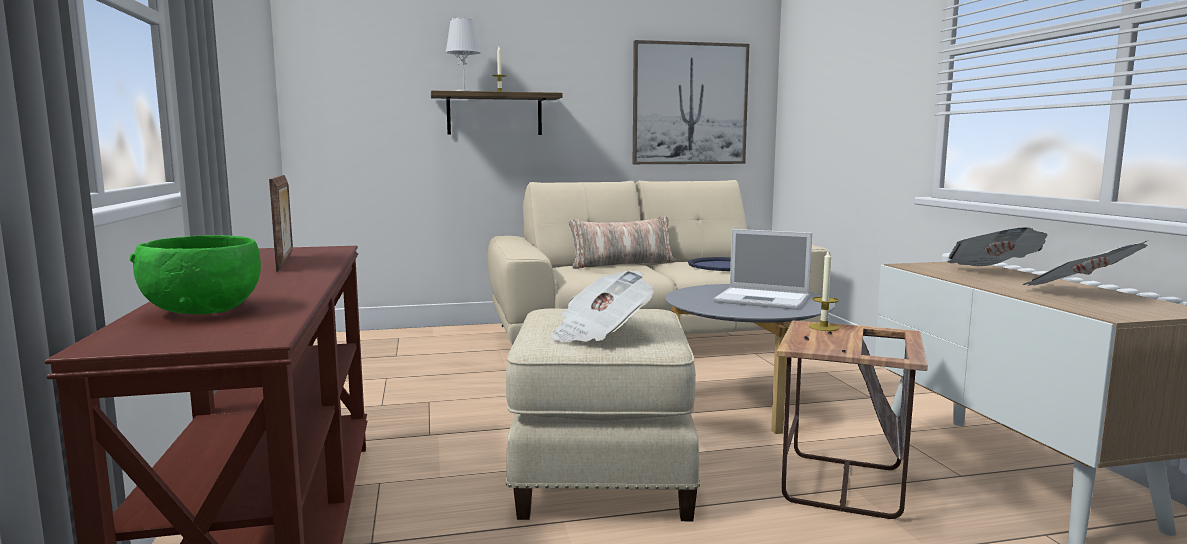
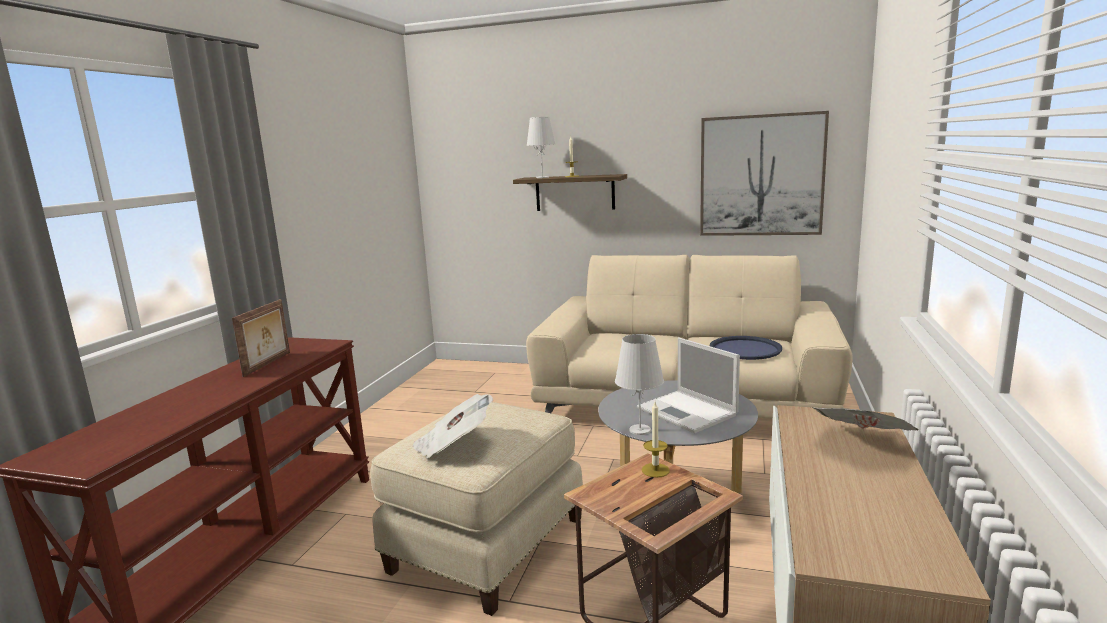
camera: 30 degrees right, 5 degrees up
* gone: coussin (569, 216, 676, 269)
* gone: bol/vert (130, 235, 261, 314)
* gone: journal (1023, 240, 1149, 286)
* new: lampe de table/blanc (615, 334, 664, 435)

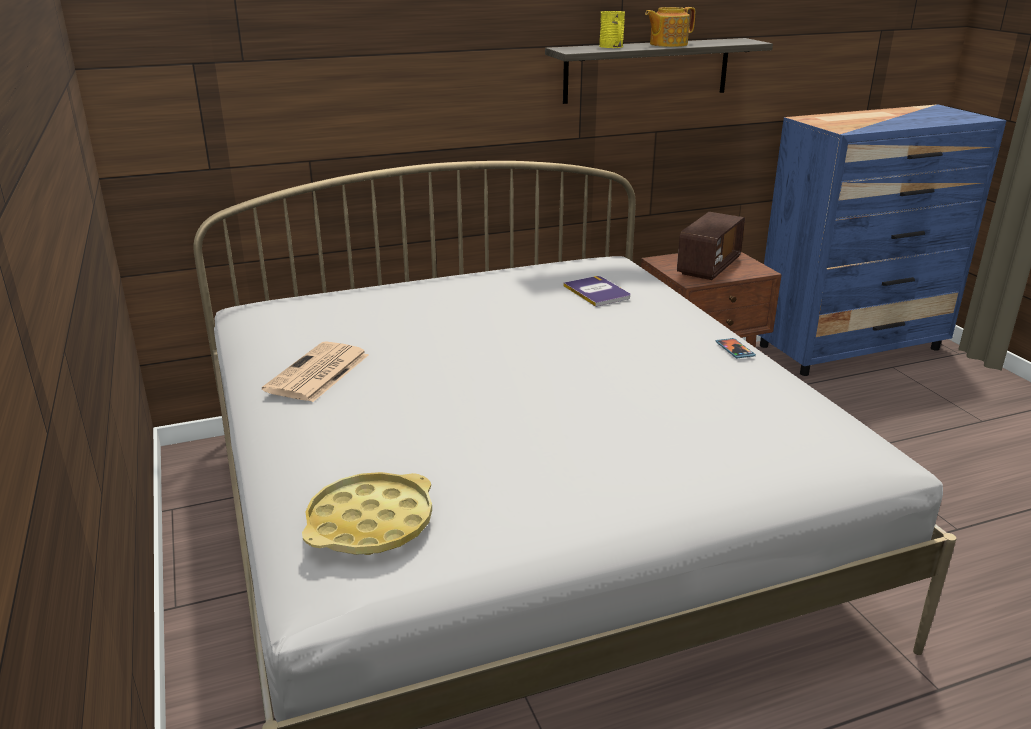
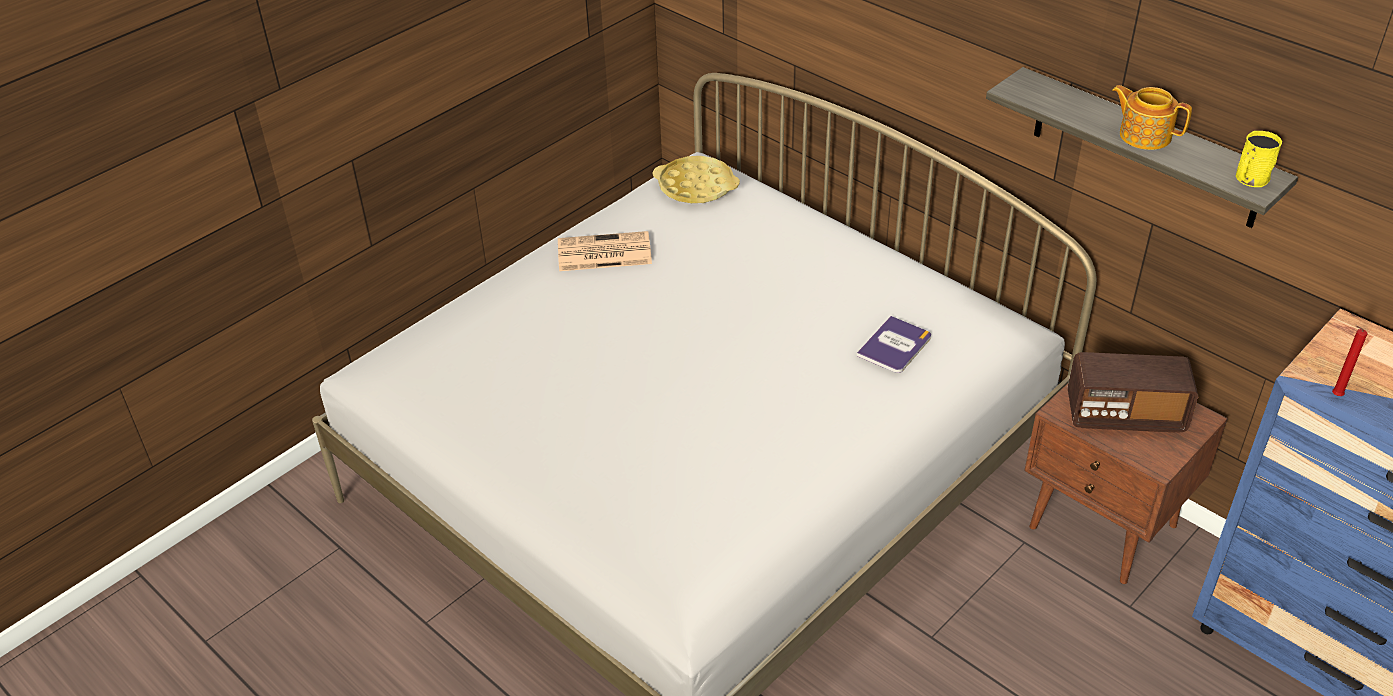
camera: 65 degrees right, 15 degrees up
* shifted: mug/jaune (599, 11, 625, 48) to (1236, 131, 1282, 187)
* gone: téléphone (716, 338, 756, 358)
* shifted: plateau/jaune (302, 472, 432, 555) to (653, 156, 740, 203)
* new: bougie/rouge (1332, 326, 1368, 396)

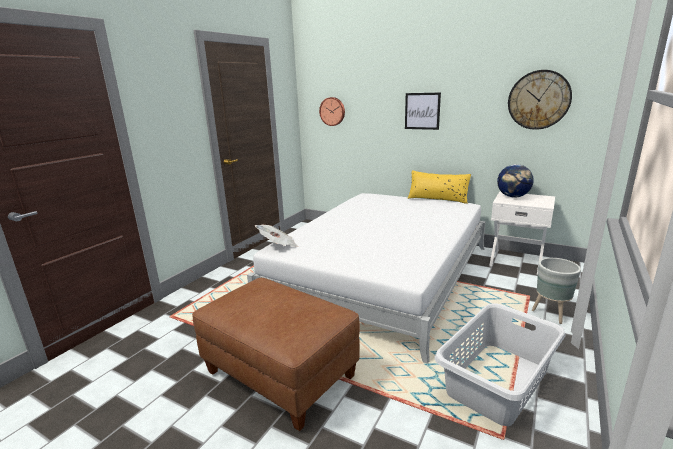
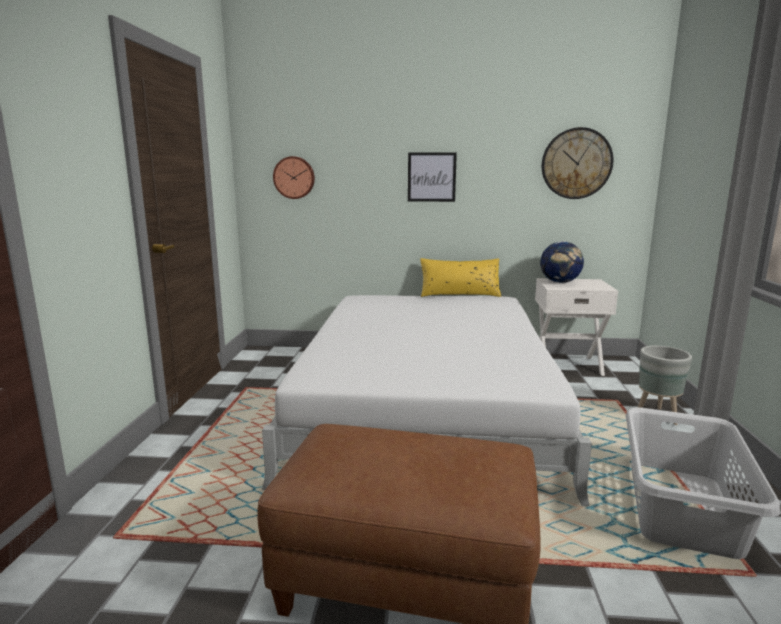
camera: 25 degrees left, 5 degrees down
* gone: journal (255, 225, 298, 247)

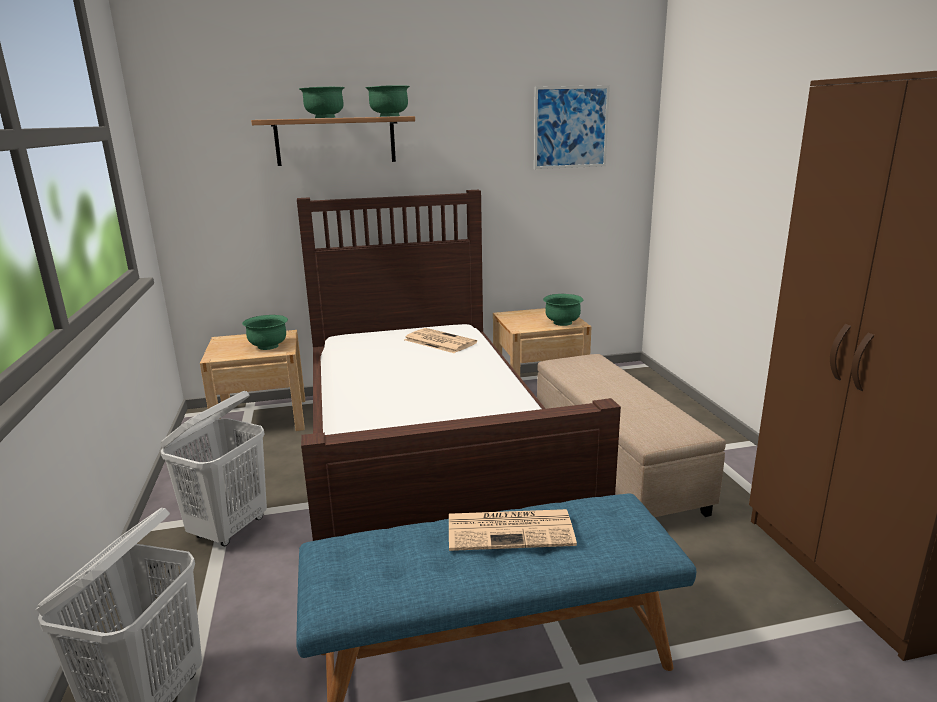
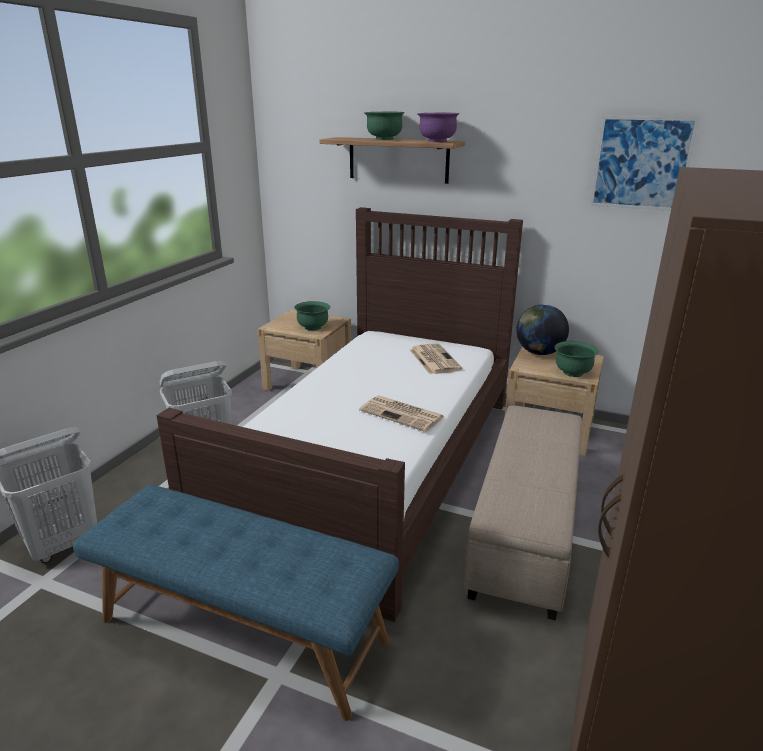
camera: 35 degrees right, 5 degrees up
* repainted: bol/vert (365, 85, 410, 117) to bol/violet (417, 112, 460, 142)
* shifted: journal (449, 509, 577, 551) to (359, 395, 445, 432)
* new: globe (516, 304, 569, 355)

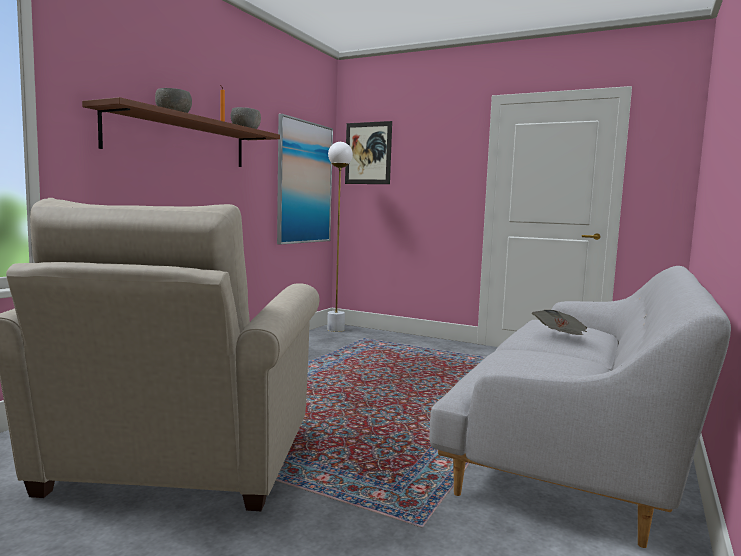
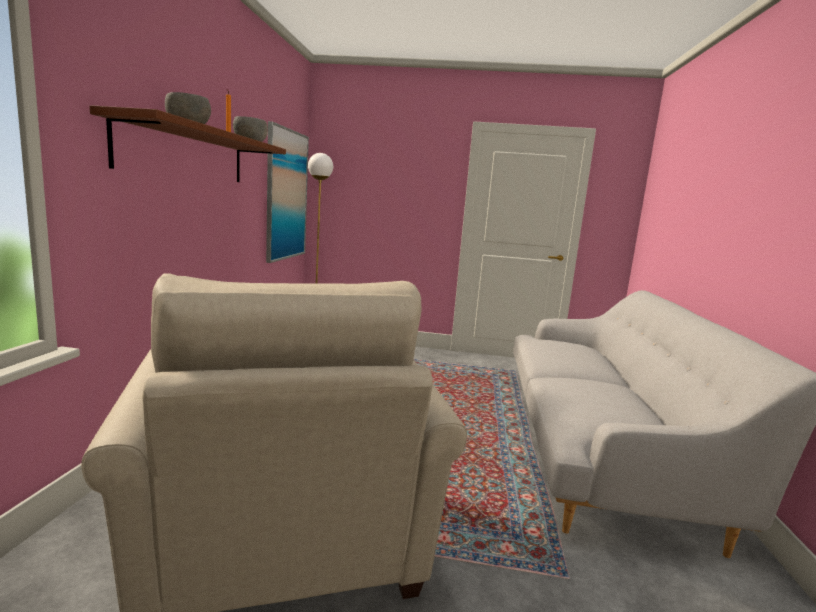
camera: 20 degrees left, 5 degrees up
* gone: tableau (345, 121, 392, 184)
* gone: journal (532, 310, 588, 335)

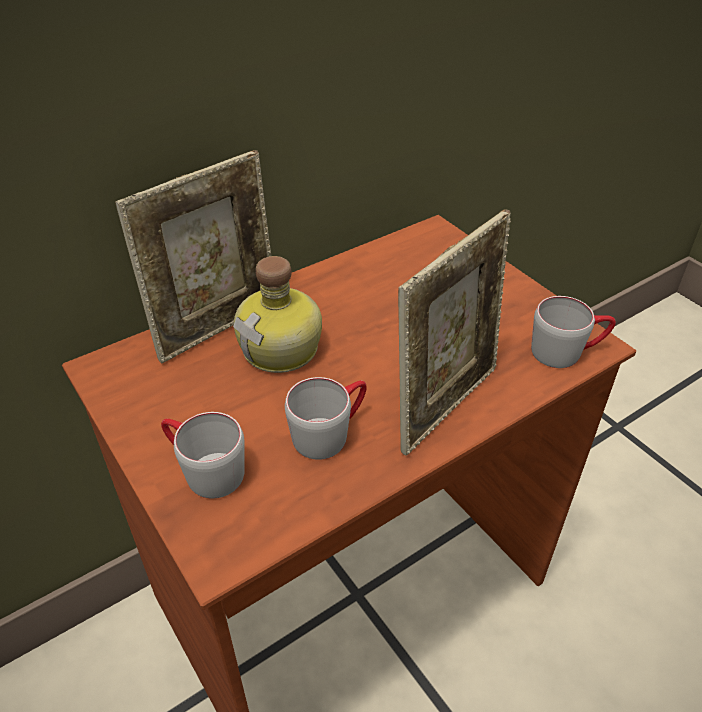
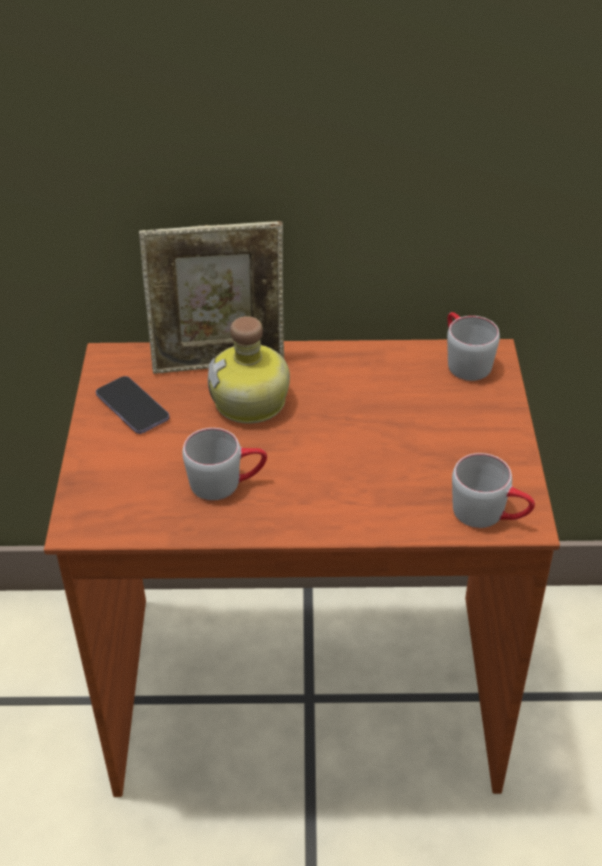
camera: 35 degrees right, 0 degrees up
* gone: cadre photo (398, 209, 511, 456)
* shifted: mug/gris (161, 412, 245, 498) to (447, 312, 500, 381)
* new: téléphone (96, 376, 169, 434)

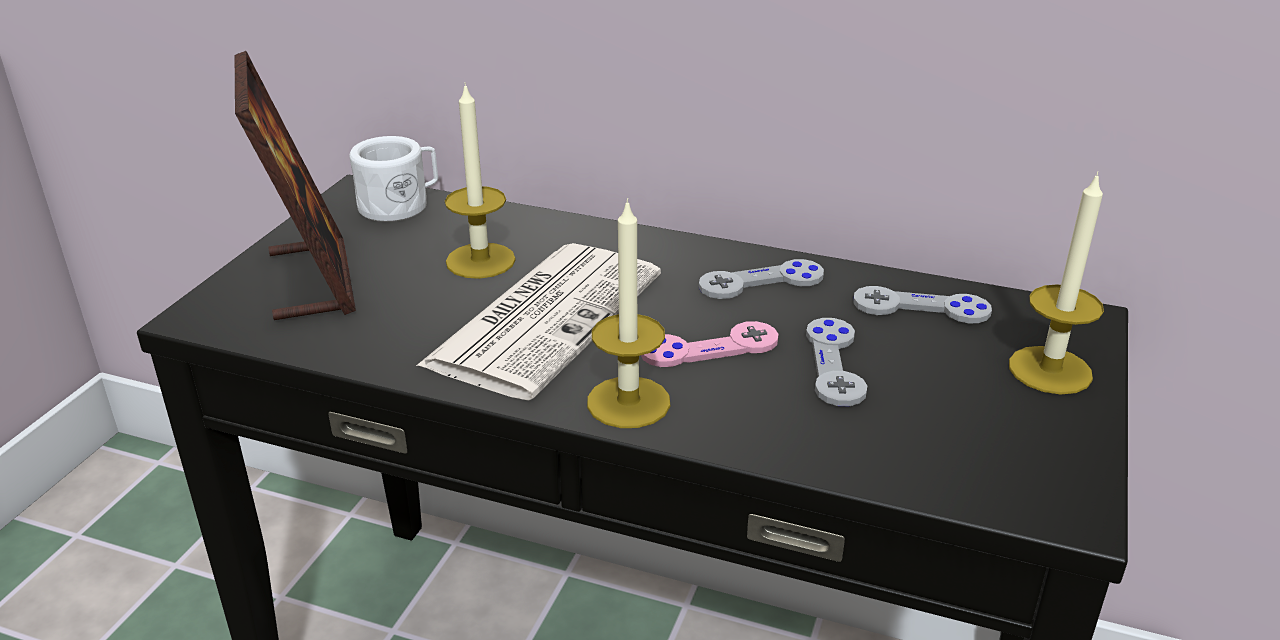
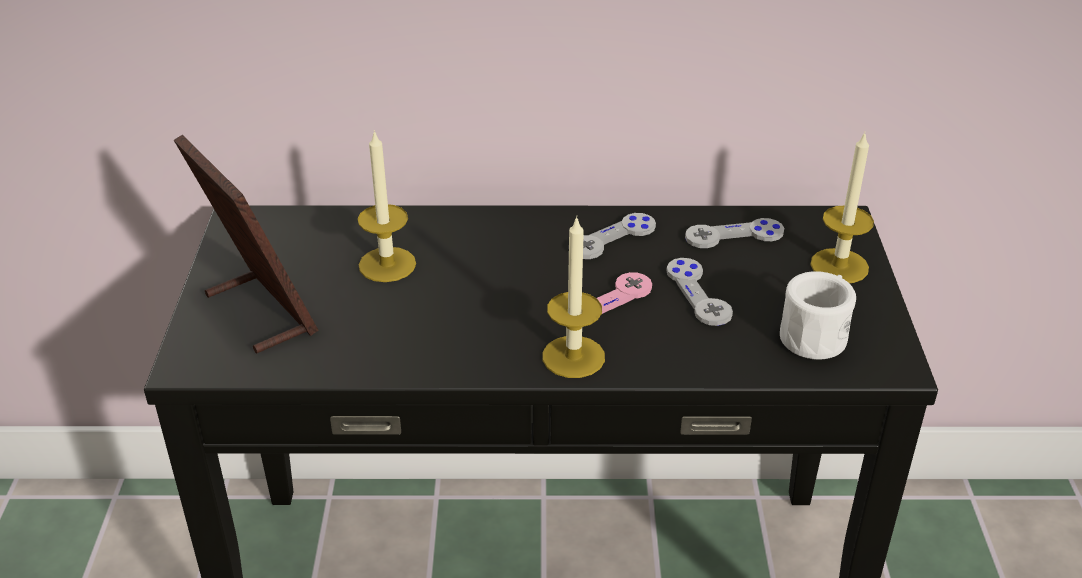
camera: 20 degrees left, 5 degrees up
* shifted: mug/blanc (349, 136, 438, 222) to (780, 271, 856, 360)
* gone: journal (416, 243, 661, 401)

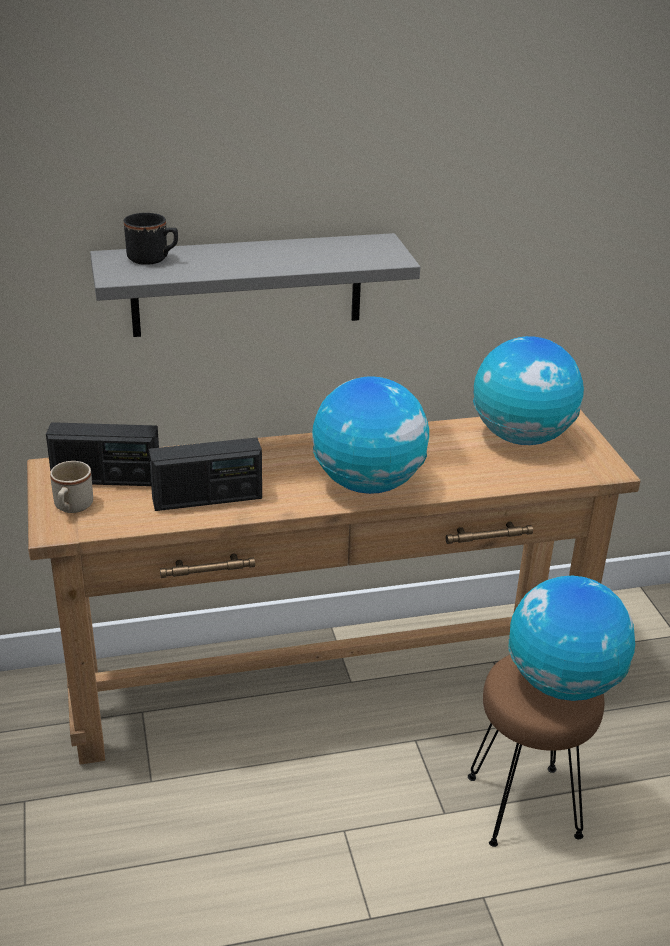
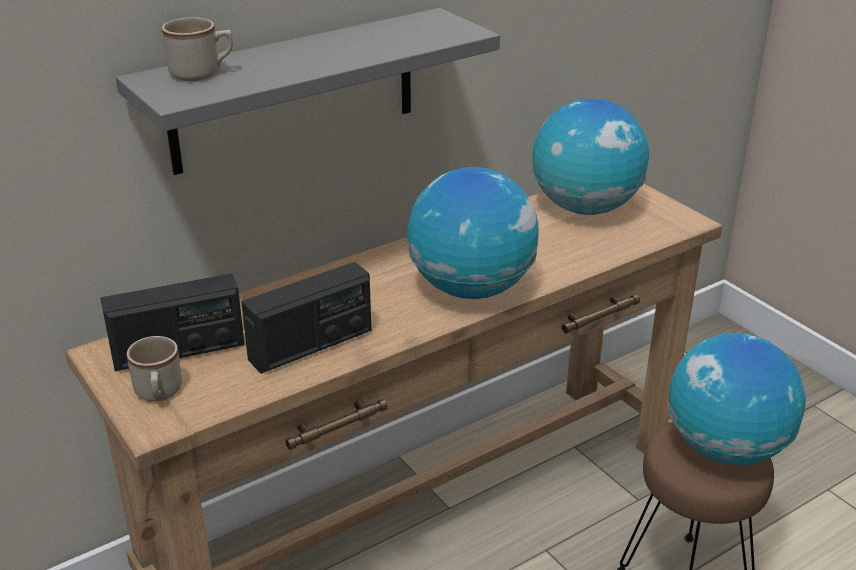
camera: 20 degrees left, 0 degrees up
* repainted: mug/noir (124, 213, 178, 265) to mug/beige (162, 17, 233, 81)

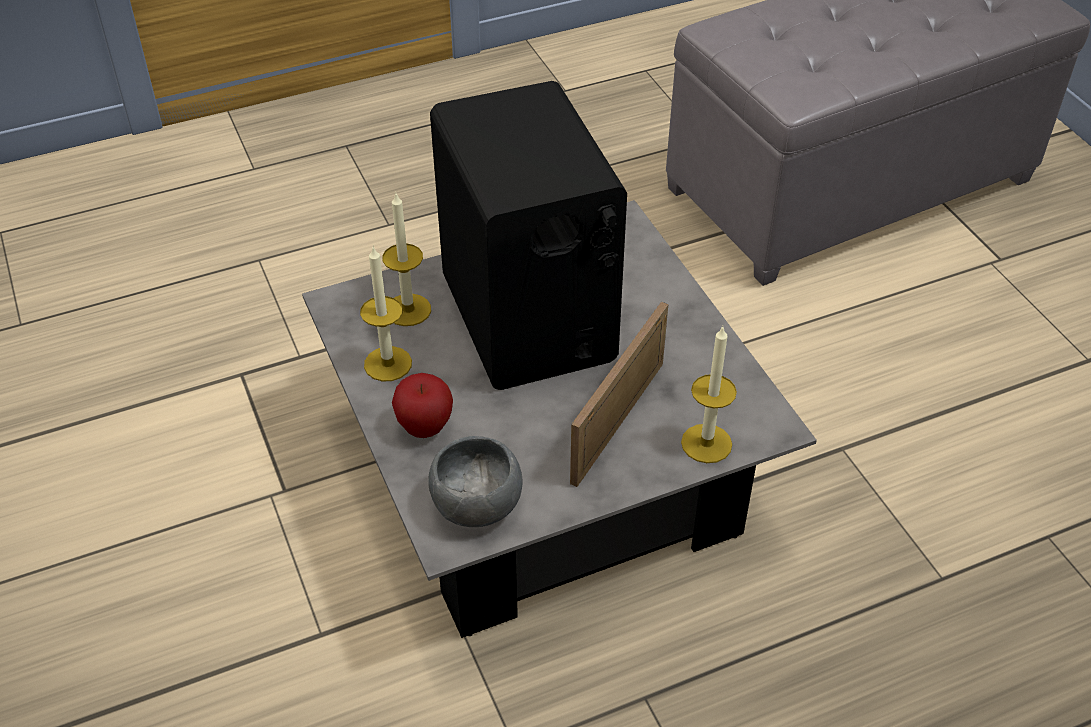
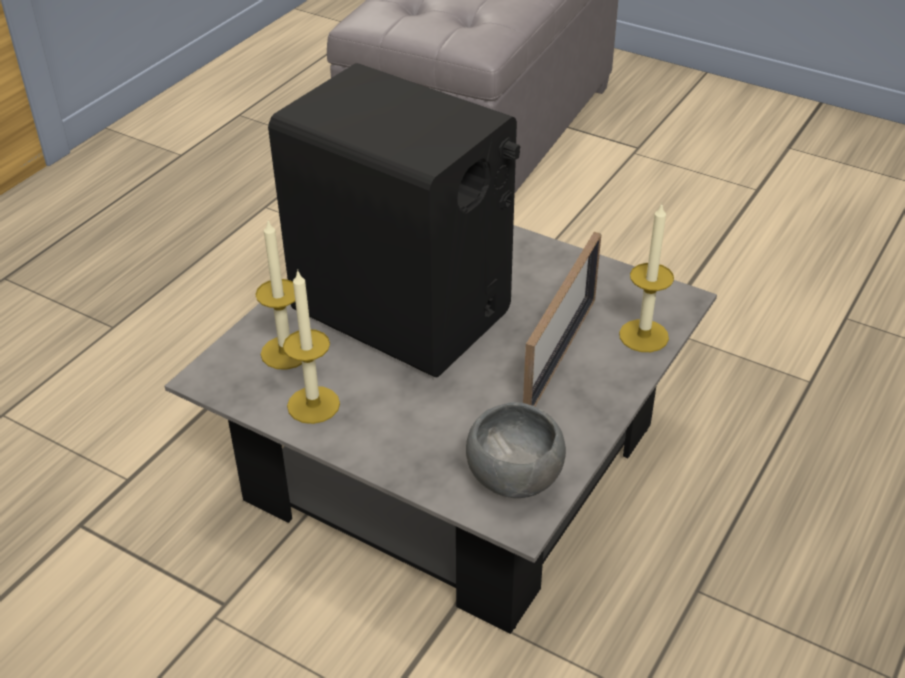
camera: 35 degrees left, 5 degrees down
* rotated: cadre photo (570, 302, 668, 487) = (523, 232, 601, 406) 150 degrees counterclockwise
* gone: pomme (392, 373, 453, 438)

